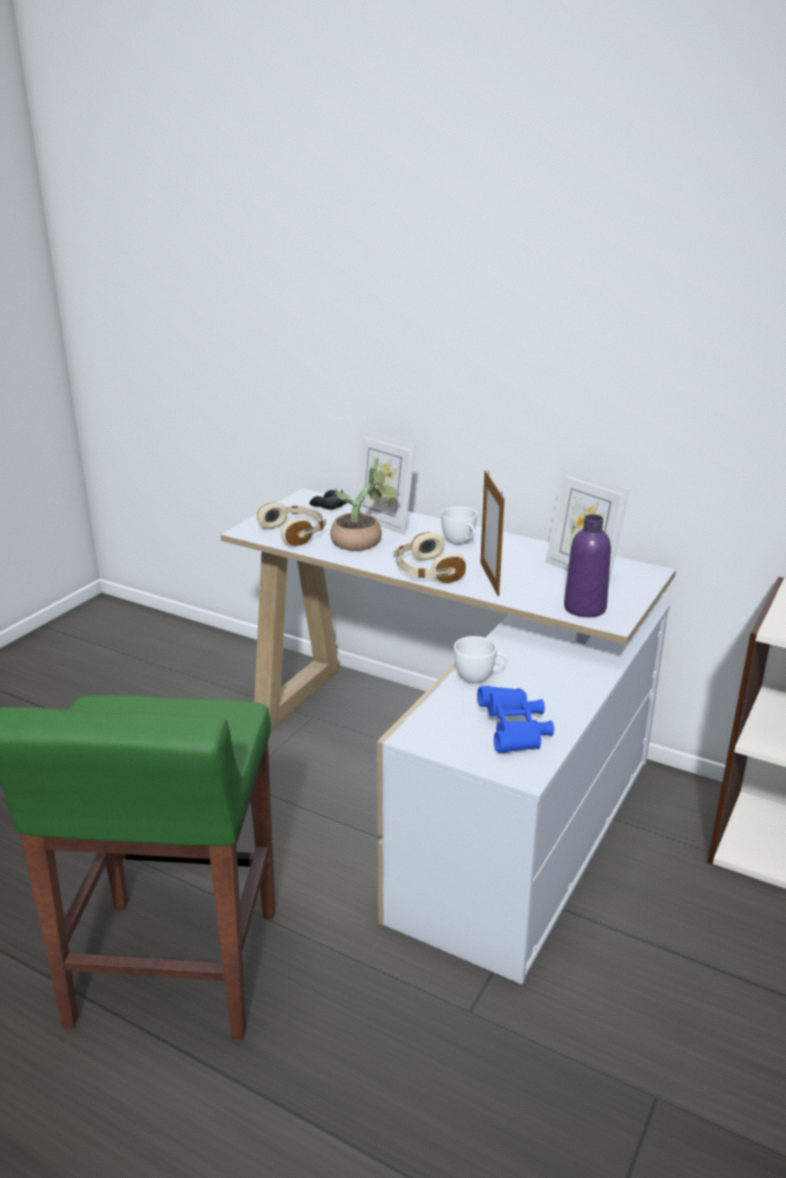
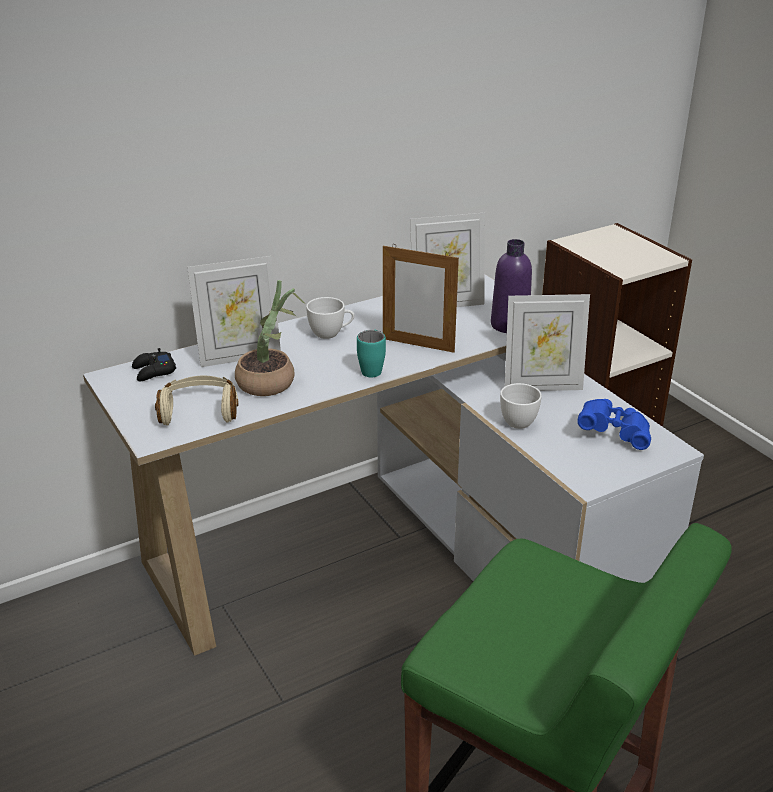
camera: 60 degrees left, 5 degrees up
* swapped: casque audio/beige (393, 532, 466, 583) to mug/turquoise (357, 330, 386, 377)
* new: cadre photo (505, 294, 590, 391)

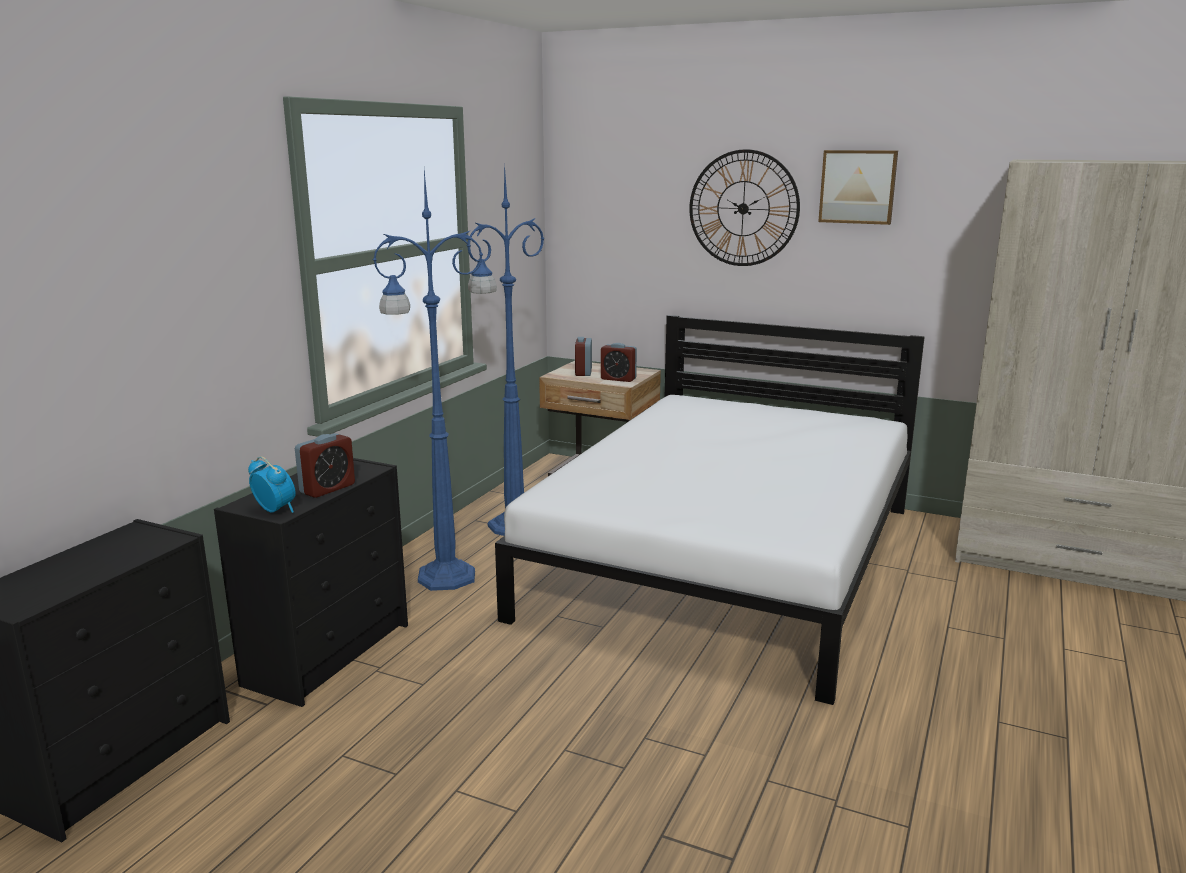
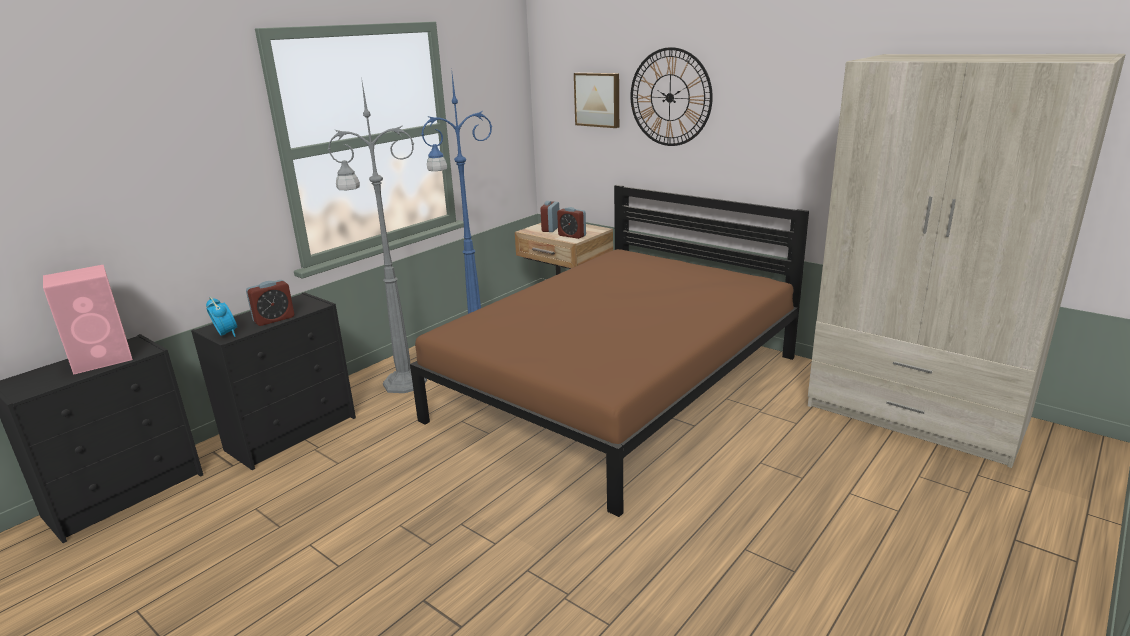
camera: 15 degrees right, 5 degrees up
* shifted: tableau (818, 150, 898, 225) to (574, 73, 619, 128)
* repainted: lampadaire/bleu (373, 170, 483, 591) to lampadaire/gris (328, 77, 427, 393)
* repainted: lit/blanc (495, 315, 925, 705) to lit/marron (410, 185, 809, 517)
* new: enceinte/rose (43, 265, 133, 375)

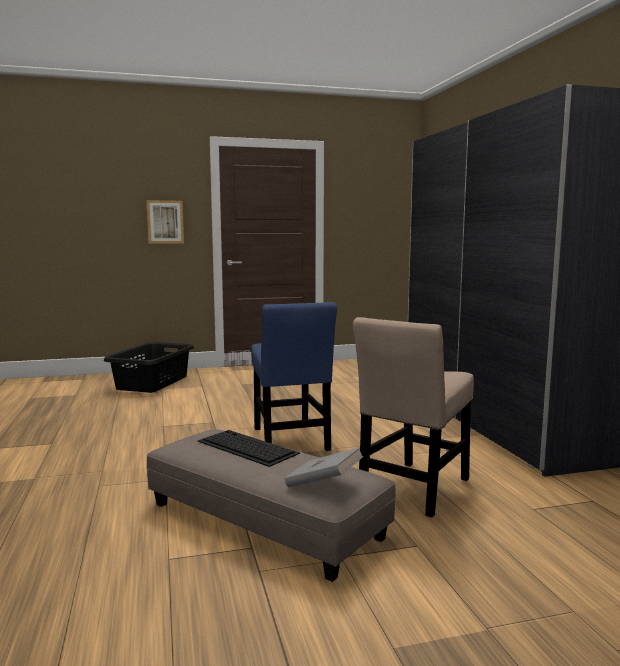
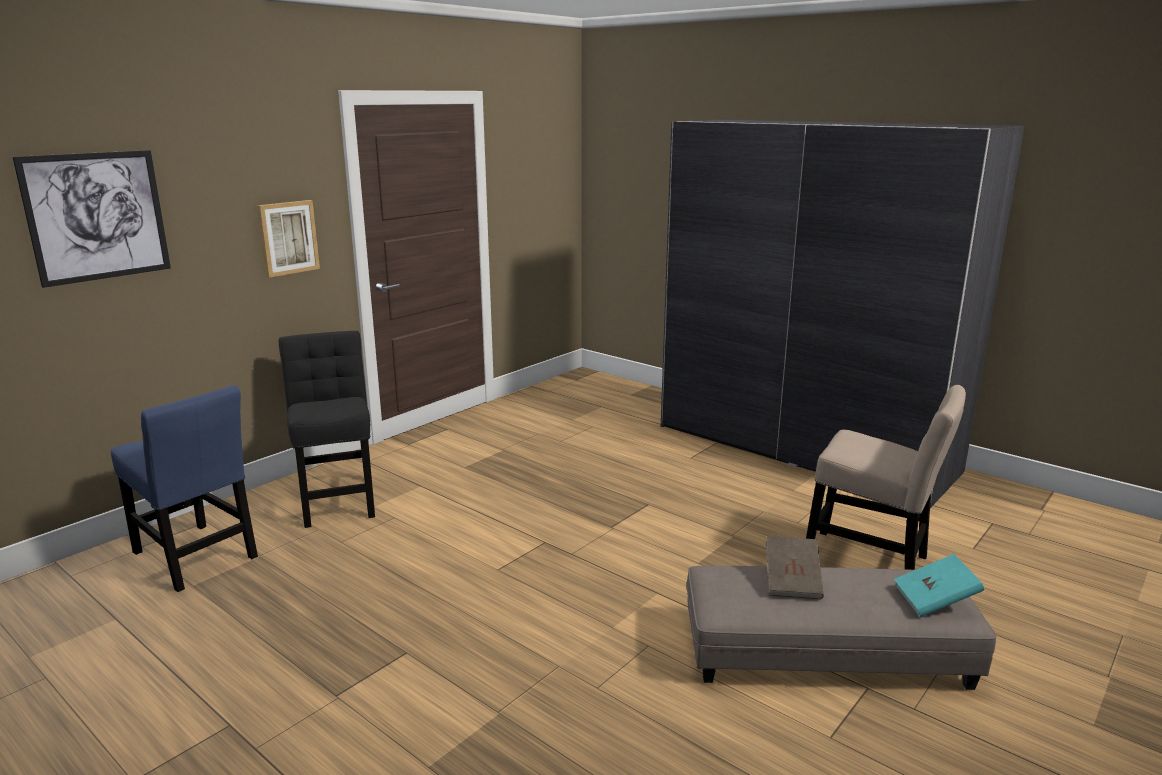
camera: 35 degrees left, 10 degrees up
* shifted: chaise/bleu (251, 302, 337, 451) to (111, 385, 258, 592)
* rotated: chaise/beige (353, 317, 474, 518) = (806, 385, 966, 570) 60 degrees counterclockwise
* swapped: panier à linge/noir (104, 342, 194, 393) to chaise/noir (278, 331, 375, 528)
* swapped: clavier (198, 430, 300, 467) to livre/marron (766, 536, 824, 599)
* repainted: livre/gris (285, 447, 363, 487) to livre/turquoise (894, 554, 984, 617)
* new: tableau (12, 150, 171, 288)

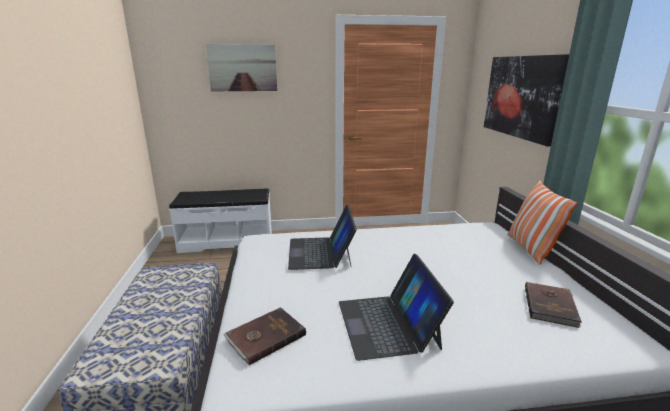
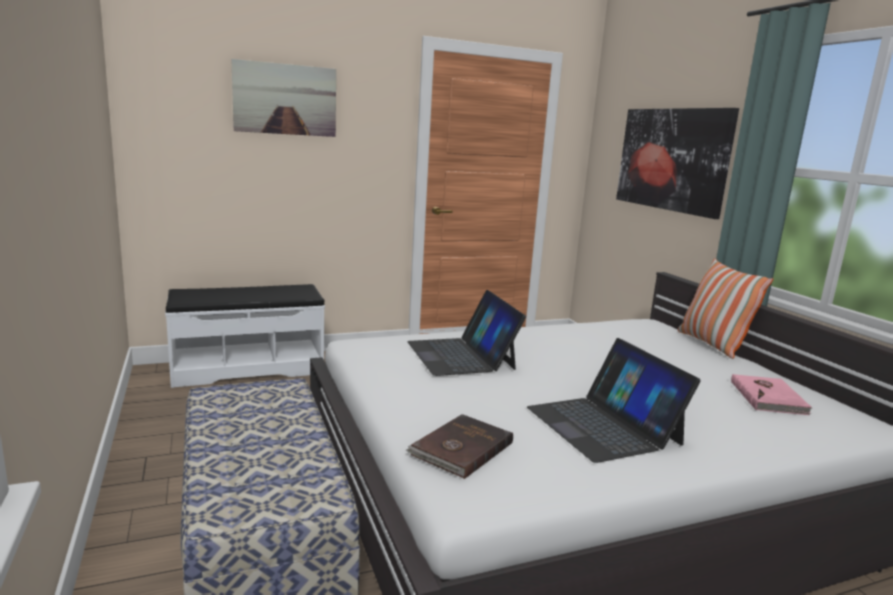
camera: 15 degrees left, 5 degrees down
* repainted: livre/marron (525, 282, 582, 328) to livre/rose (731, 374, 812, 415)

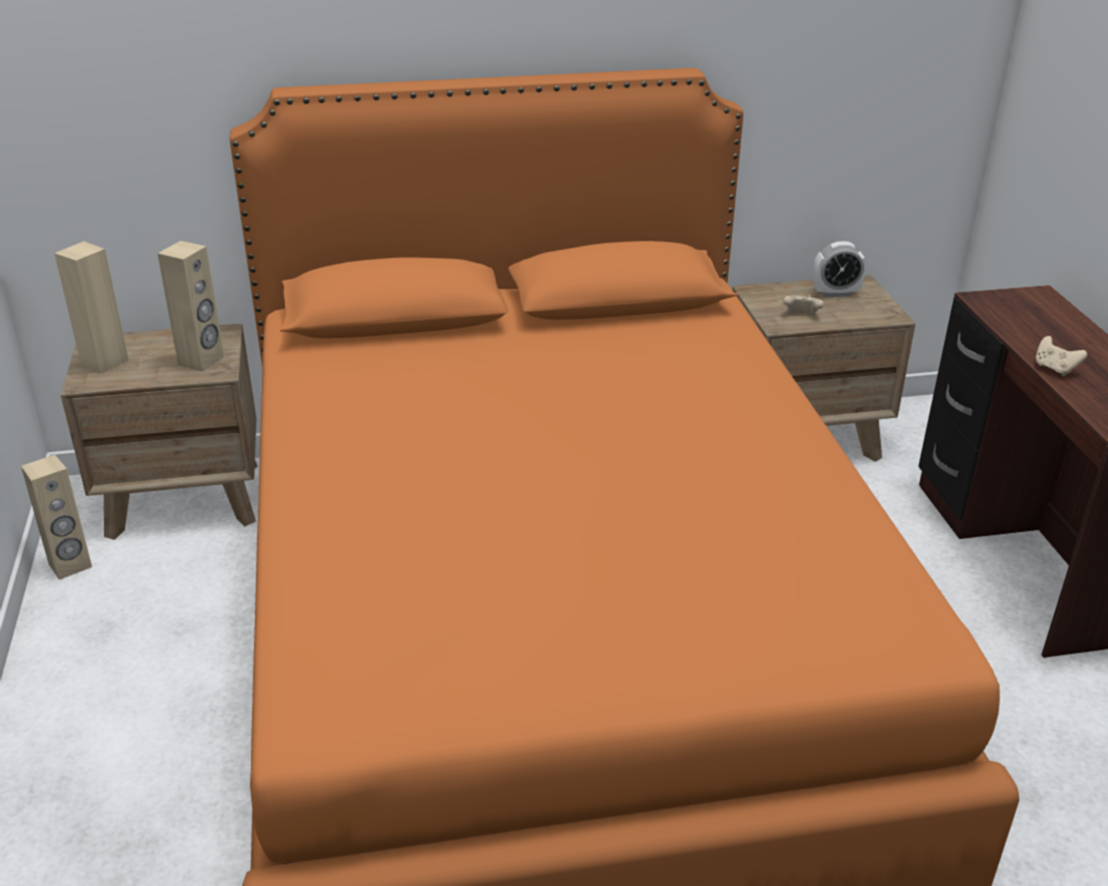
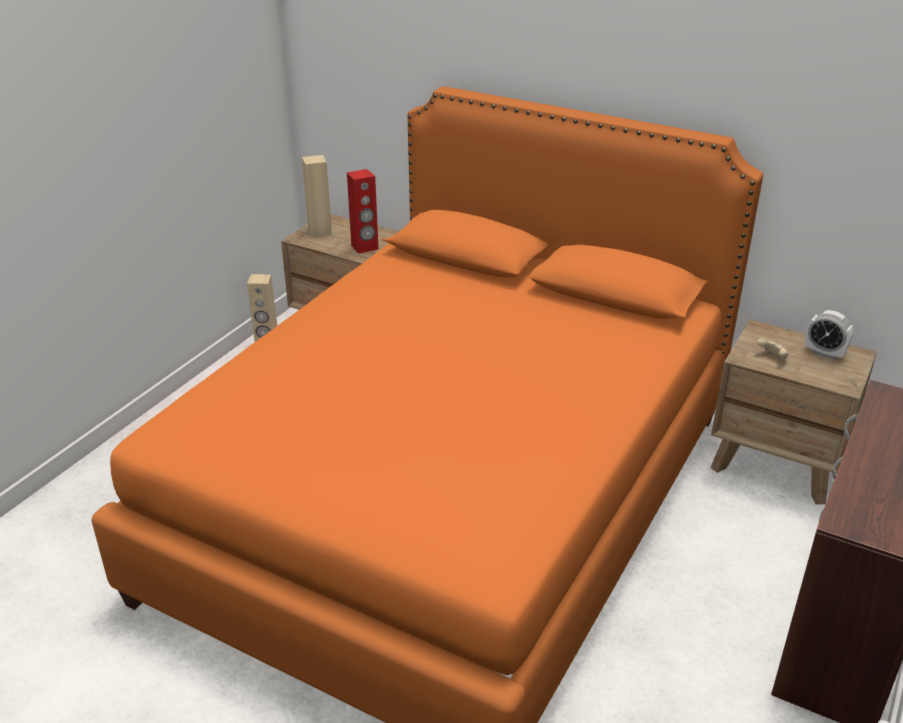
camera: 40 degrees right, 0 degrees up
* repainted: enceinte/beige (157, 241, 224, 372) to enceinte/rouge (347, 169, 379, 254)
* gone: manette/beige (1036, 336, 1087, 376)

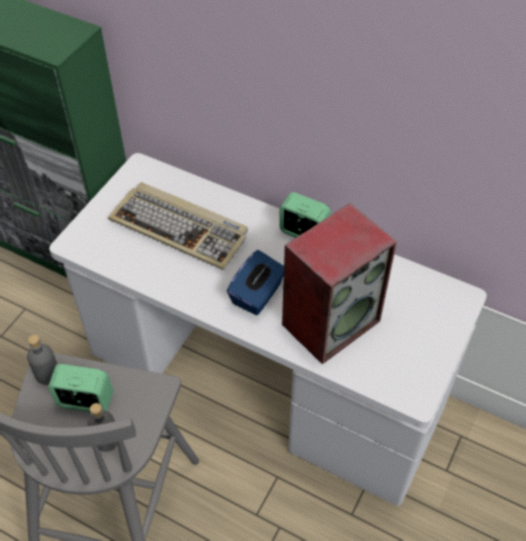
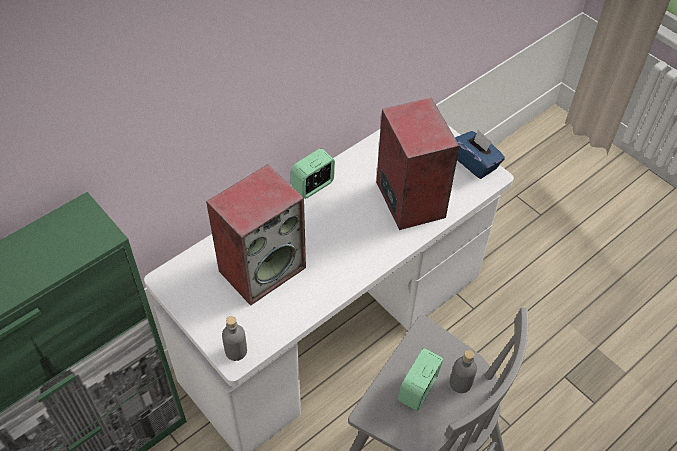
camera: 70 degrees left, 0 degrees up
* swapped: clavier (108, 182, 248, 270) to enceinte (206, 164, 306, 306)
* shifted: boîte à mouchoirs/bleu (227, 250, 284, 315) to (455, 129, 505, 179)
* shifted: bouteille/gris (27, 335, 57, 385) to (222, 316, 247, 361)

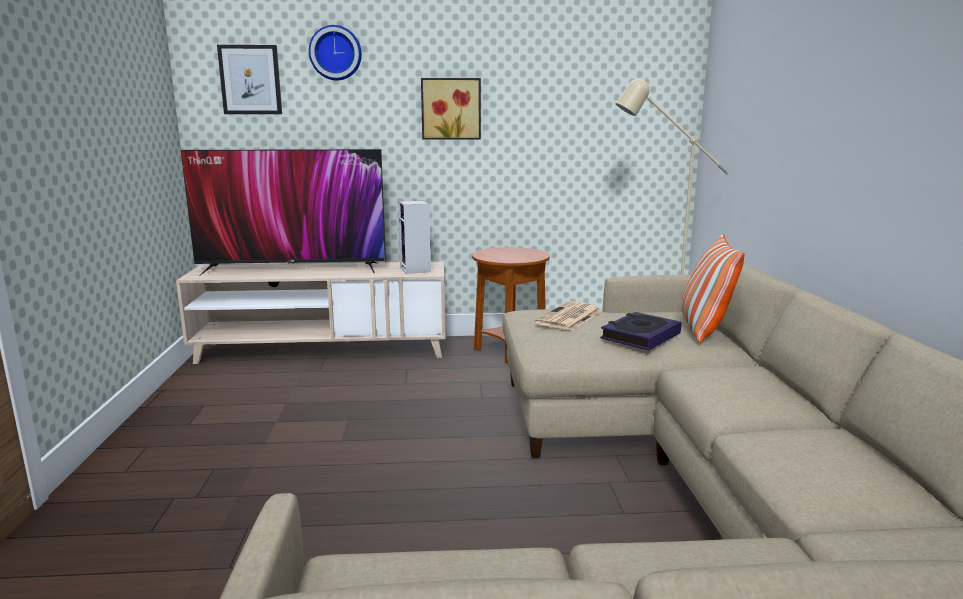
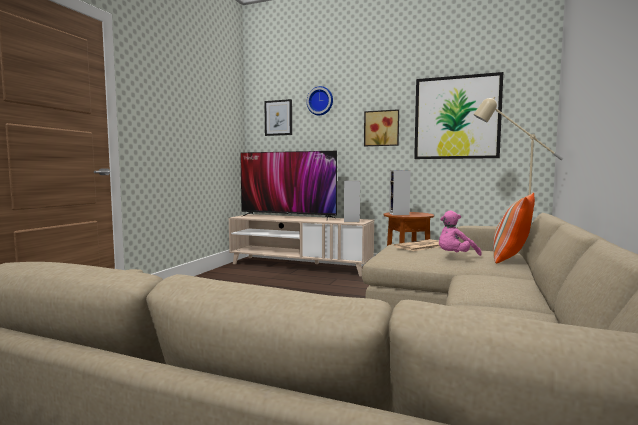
camera: 25 degrees right, 10 degrees down
* swapped: livre (600, 312, 681, 350) to peluche/rose (439, 210, 482, 256)
* new: tableau (414, 72, 503, 159)
* new: enceinte (389, 170, 411, 215)

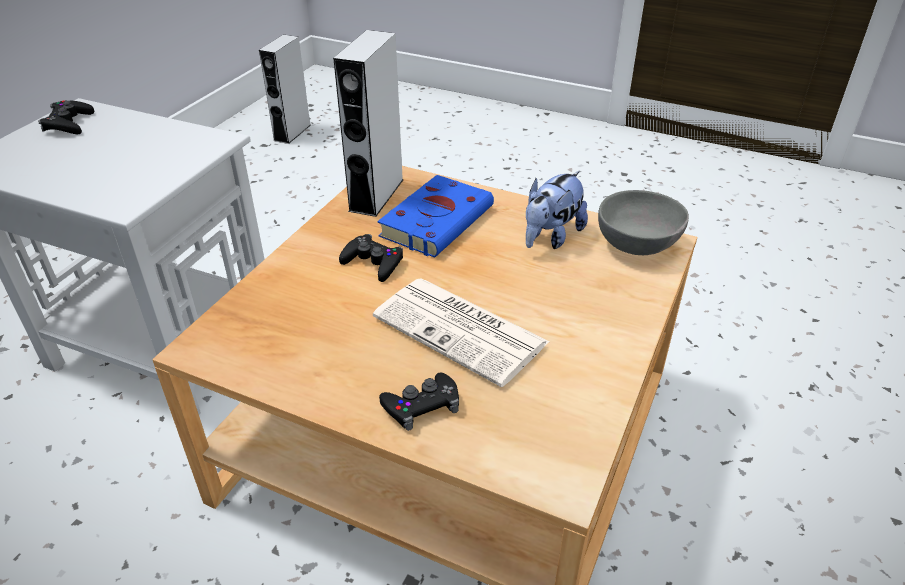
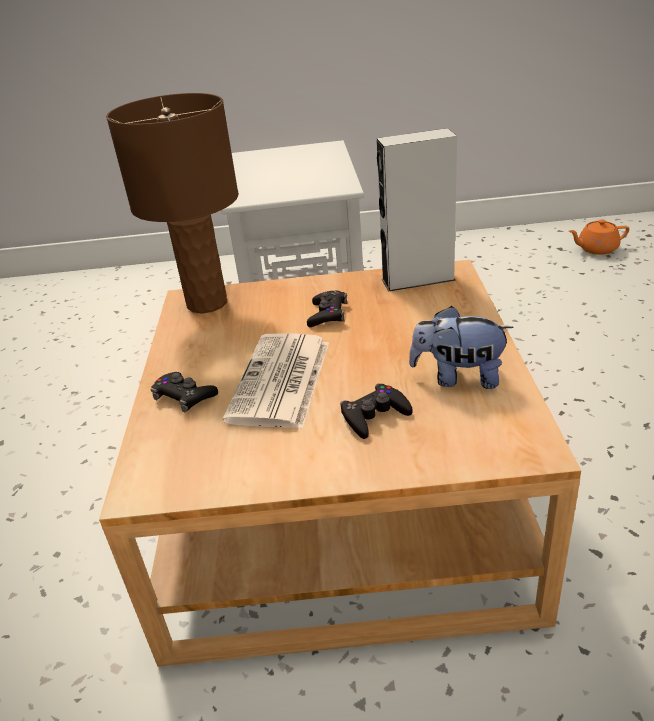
camera: 65 degrees right, 5 degrees down
* swapped: enceinte/gris (259, 35, 311, 144) to théière/orange (569, 220, 629, 255)
* shifted: manette/noir (38, 100, 94, 134) to (340, 383, 412, 439)
* gone: livre/bleu (377, 175, 494, 258)
* gone: bol/gris (598, 190, 689, 255)
* new: lampe de table/marron (106, 93, 239, 313)

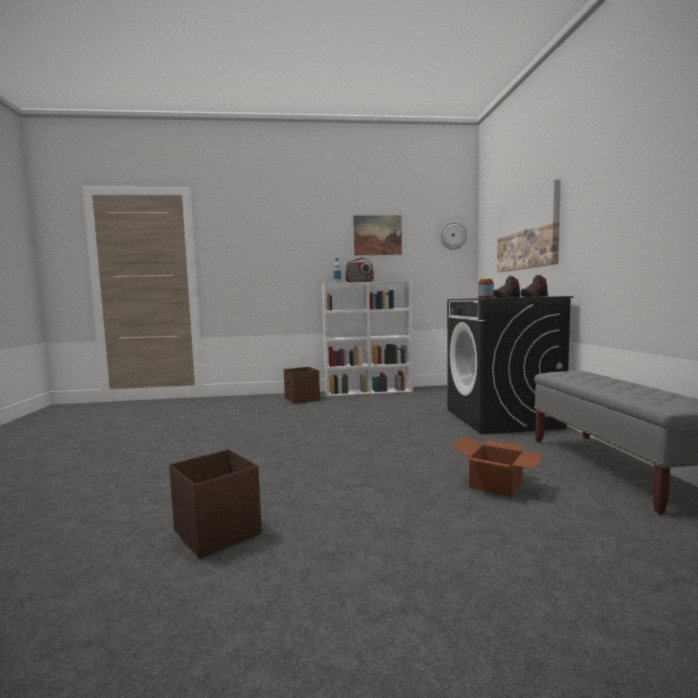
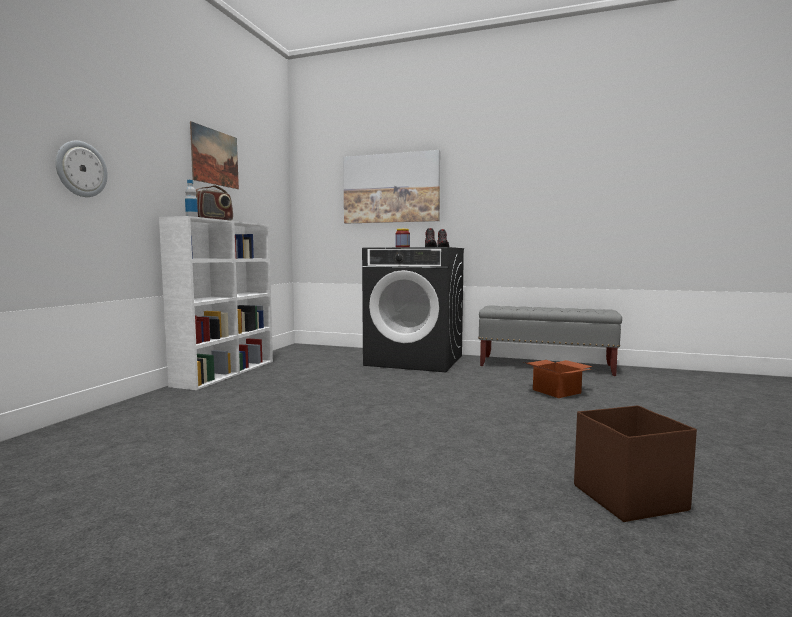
camera: 65 degrees left, 0 degrees up
* shifted: horloge murale (440, 221, 467, 250) to (55, 141, 108, 197)
* gone: boîte de rangement/marron (284, 367, 320, 404)

